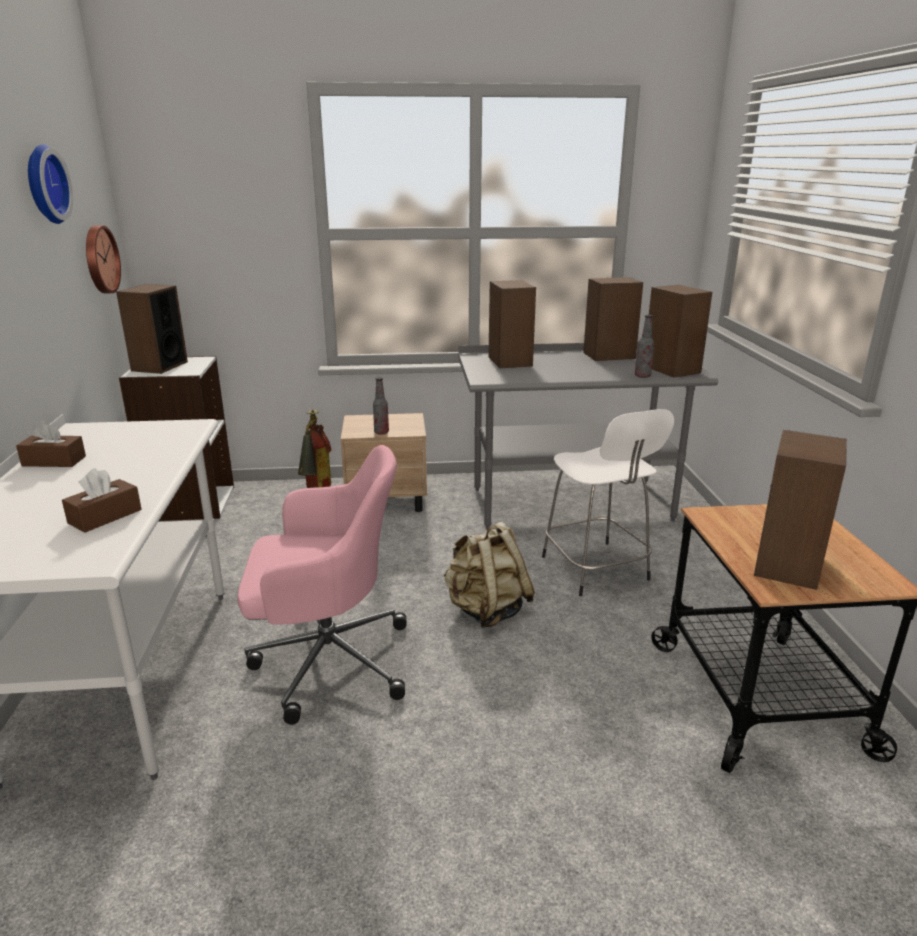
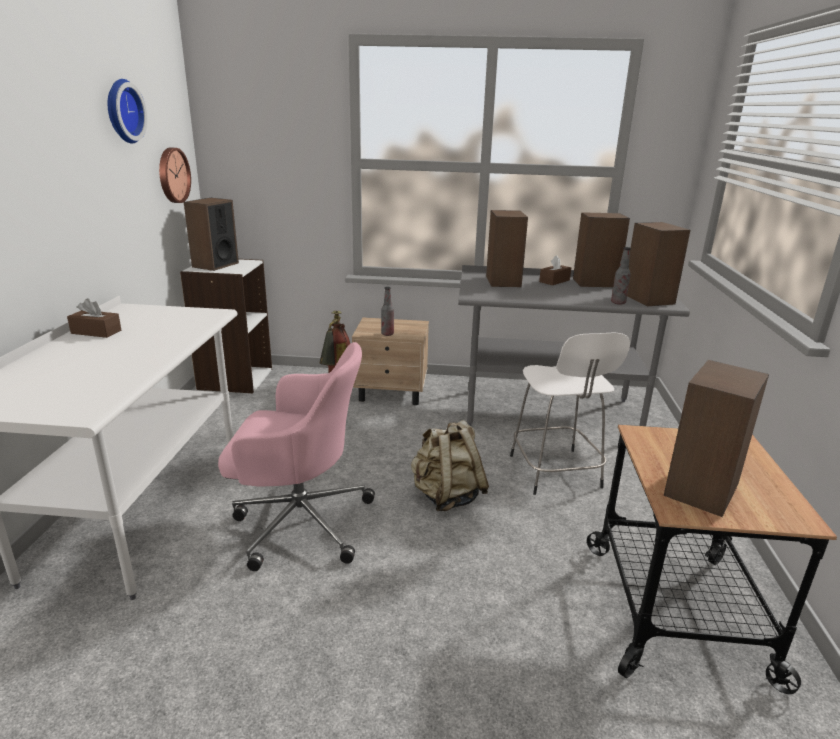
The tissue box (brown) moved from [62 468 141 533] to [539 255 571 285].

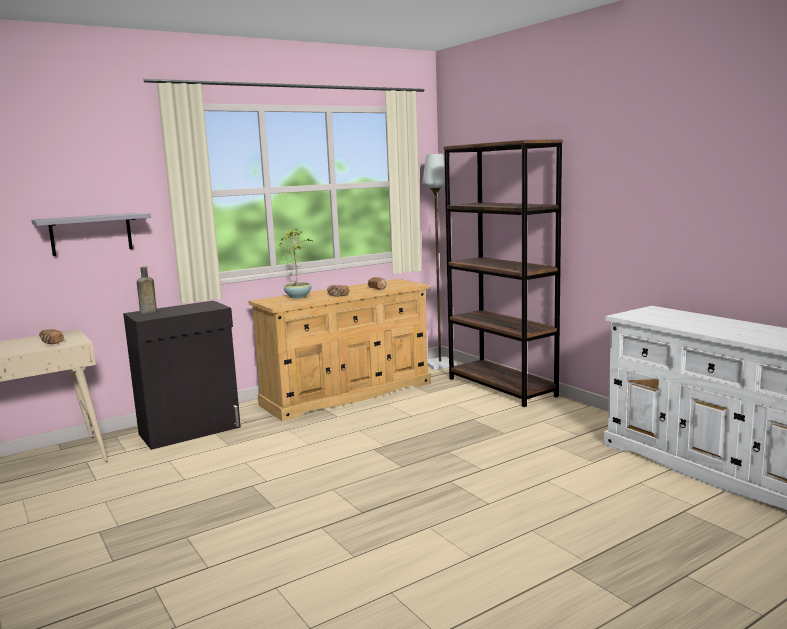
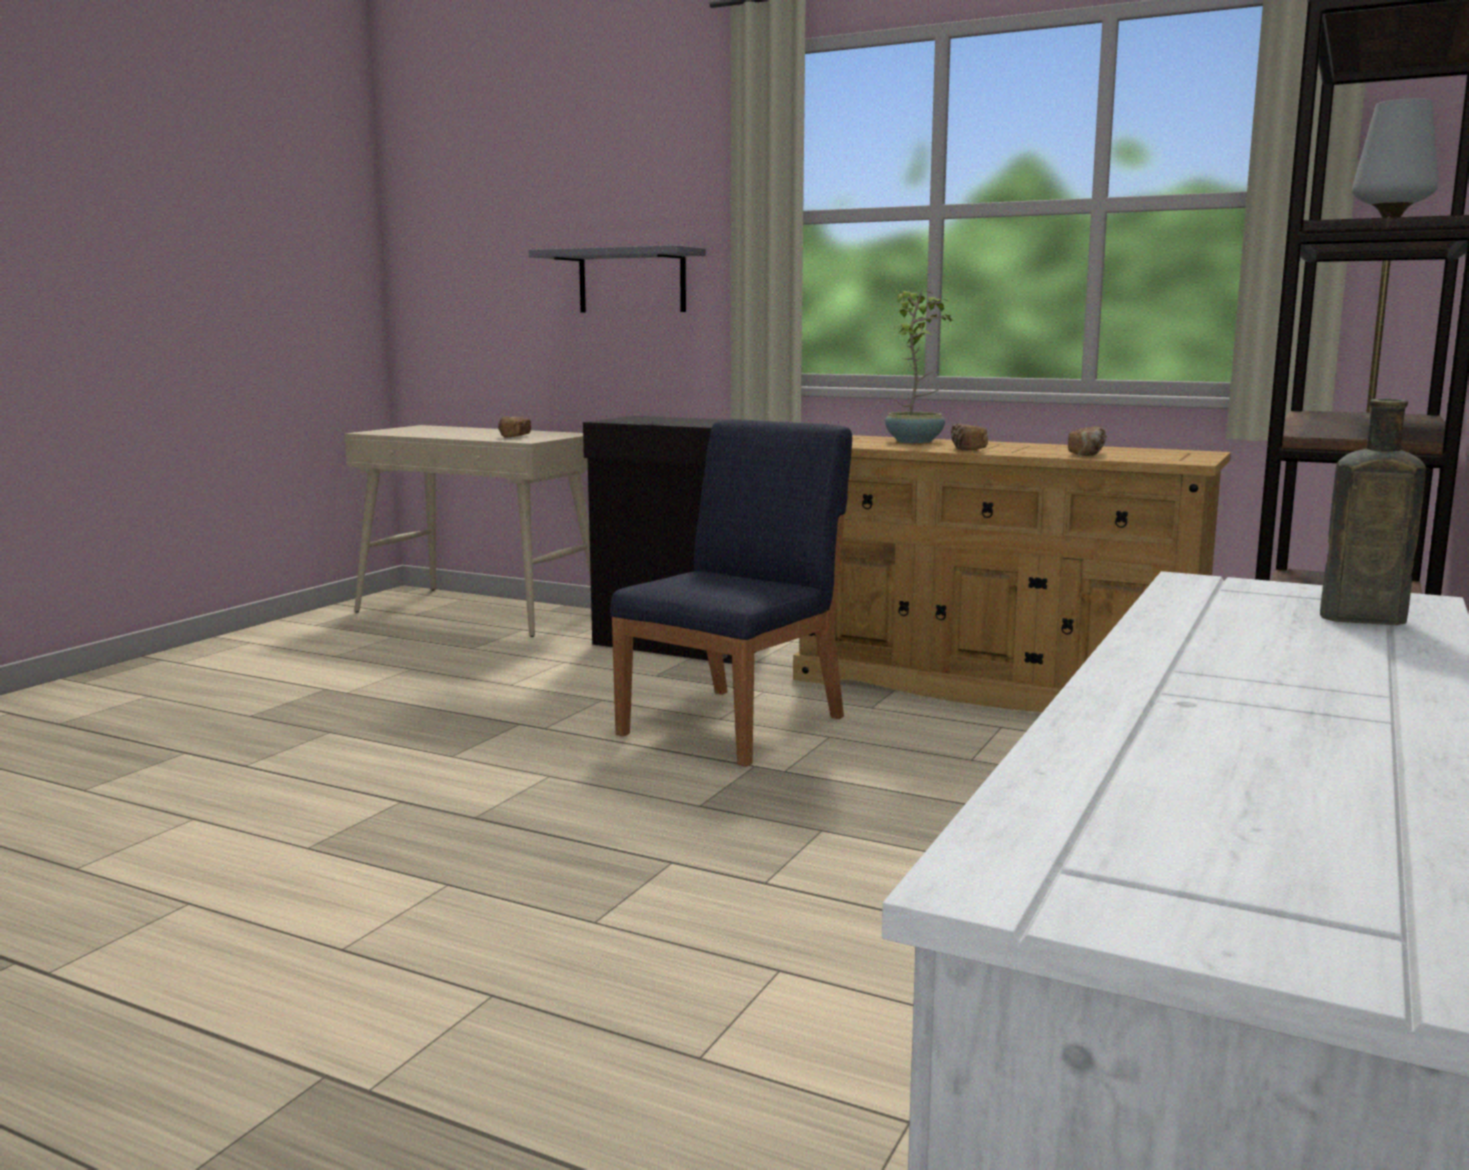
The chair (blue) at [610 419 852 767] appeared. The bottle (brown) moved from [137 267 157 314] to [1320 399 1426 625].

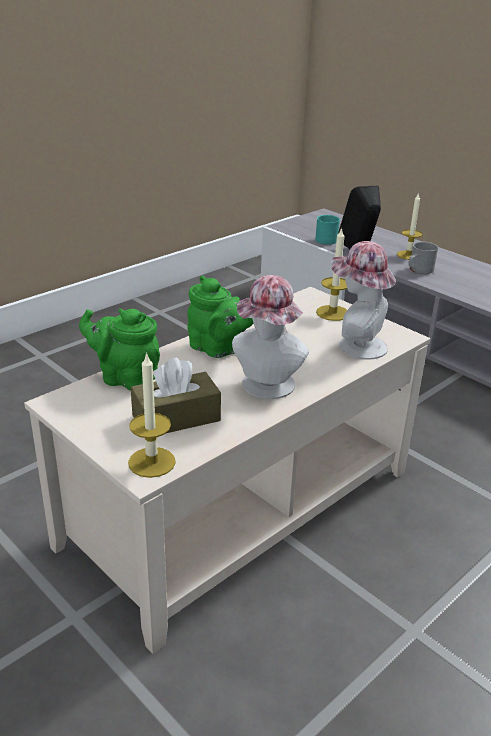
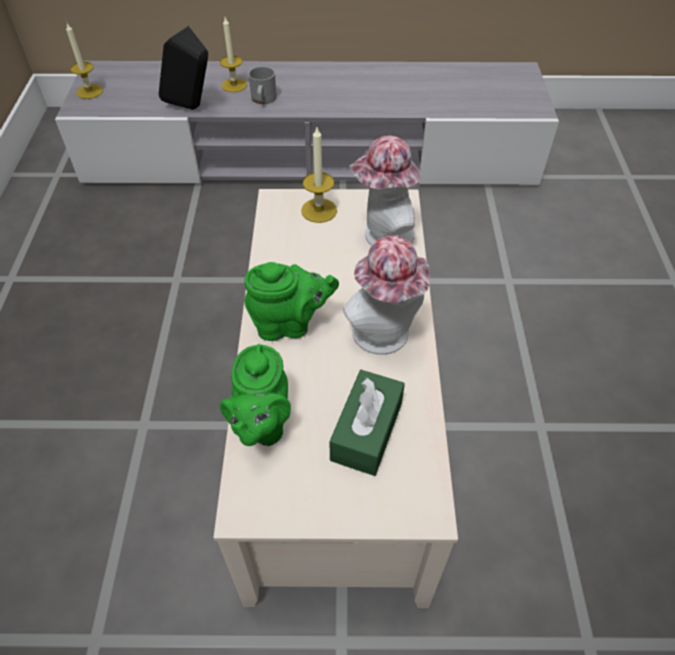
The candle moved from [128 352 176 478] to [66 23 103 99]. The teapot (green) at [79 308 160 391] turned 60 degrees counterclockwise. The tissue box (brown) at [131 357 221 434] became the tissue box (green) at [329 370 405 476]. The mug (turquoise) at [315 215 340 245] disappeared.

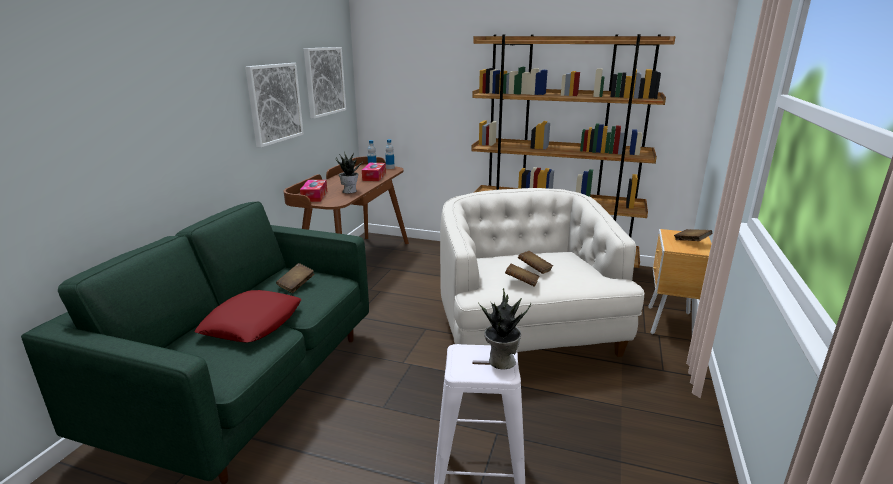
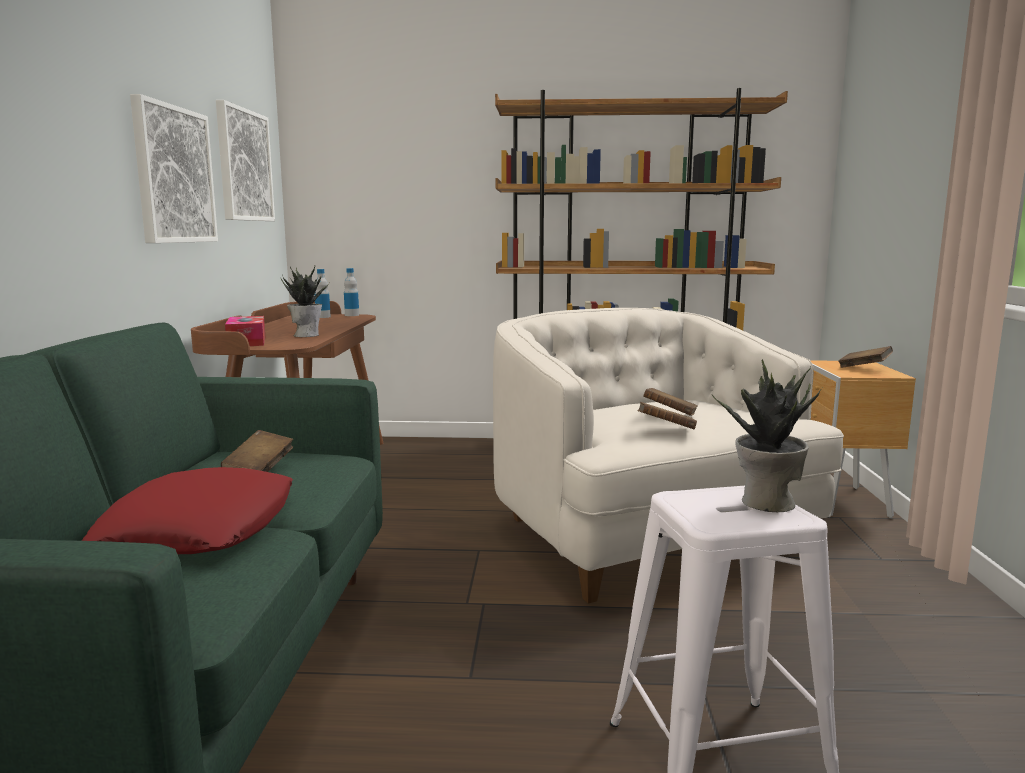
The tissue box at [362 163 386 181] disappeared.

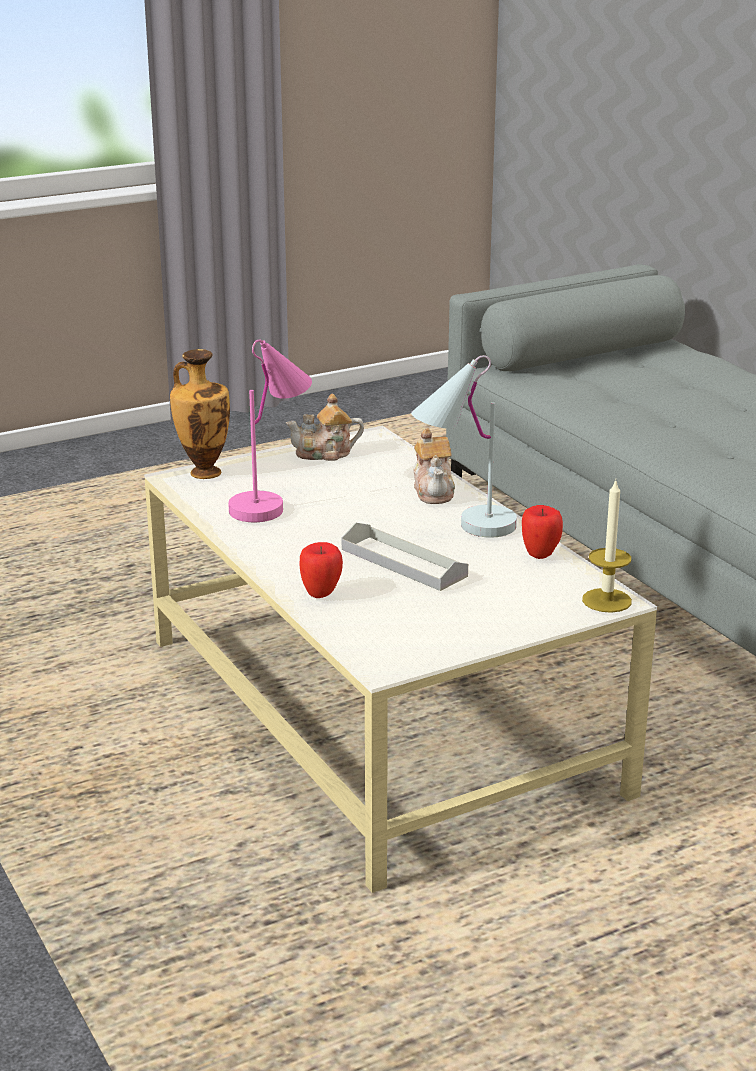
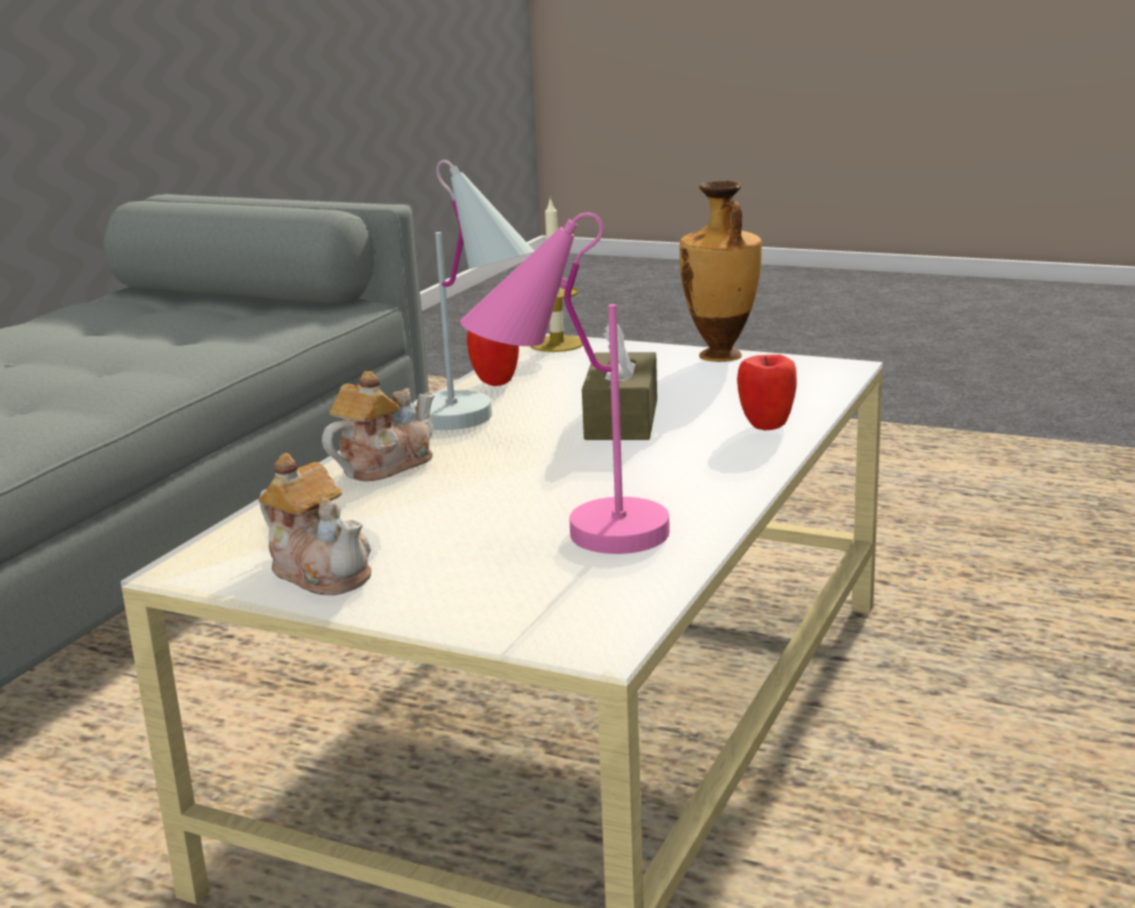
The tray (grey) at [342 523 468 591] was replaced by the tissue box (brown) at [582 324 657 440]. The vase moved from [170 349 230 479] to [680 181 762 362].

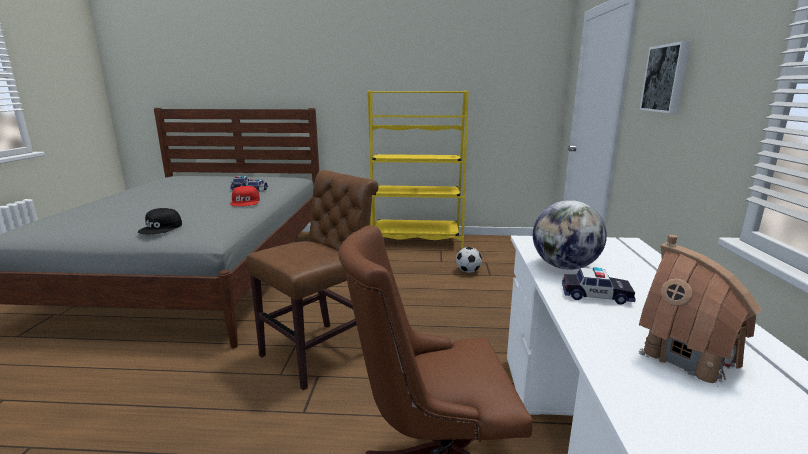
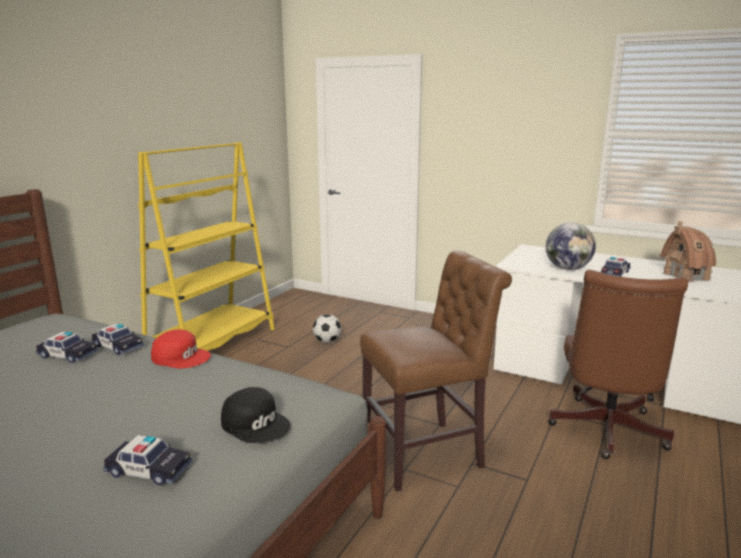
The toy car at [103 435 192 486] appeared. The chair (brown) at [246 170 379 390] turned 90 degrees clockwise. The picture at [639 41 691 113] disappeared.

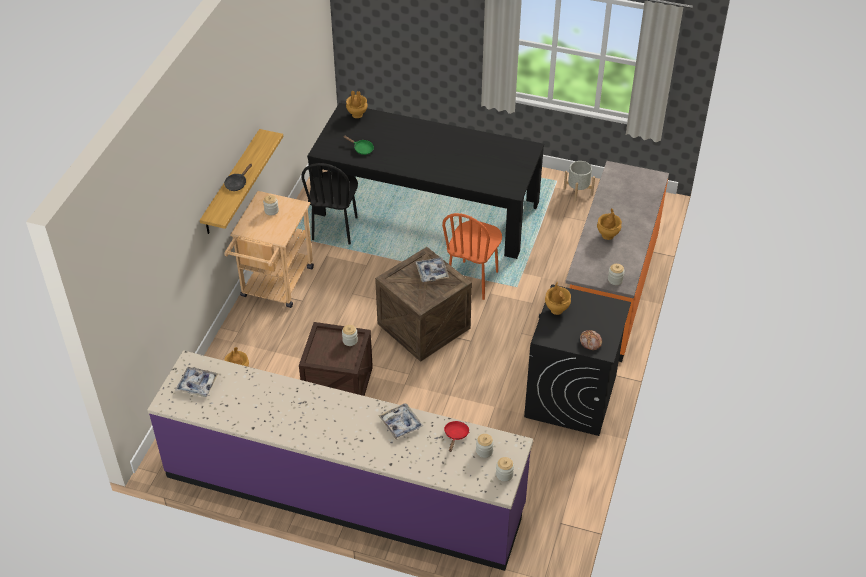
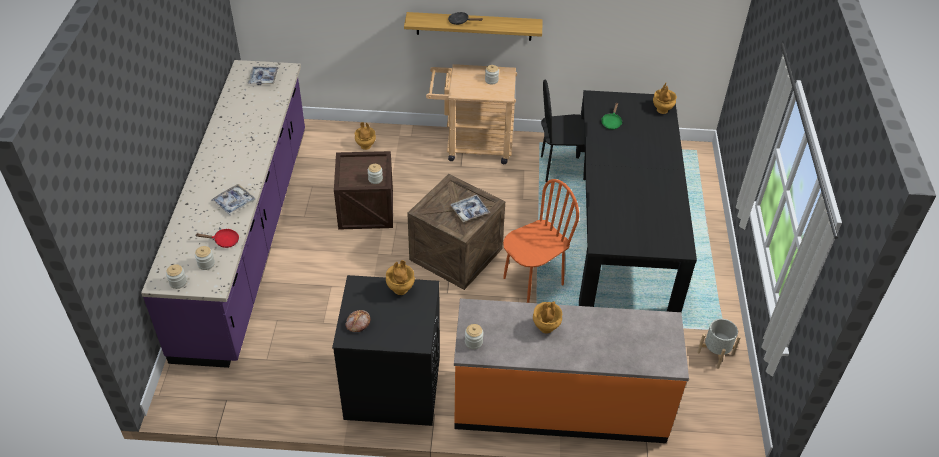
The chair (orange) at [442 213 502 300] turned 135 degrees clockwise.

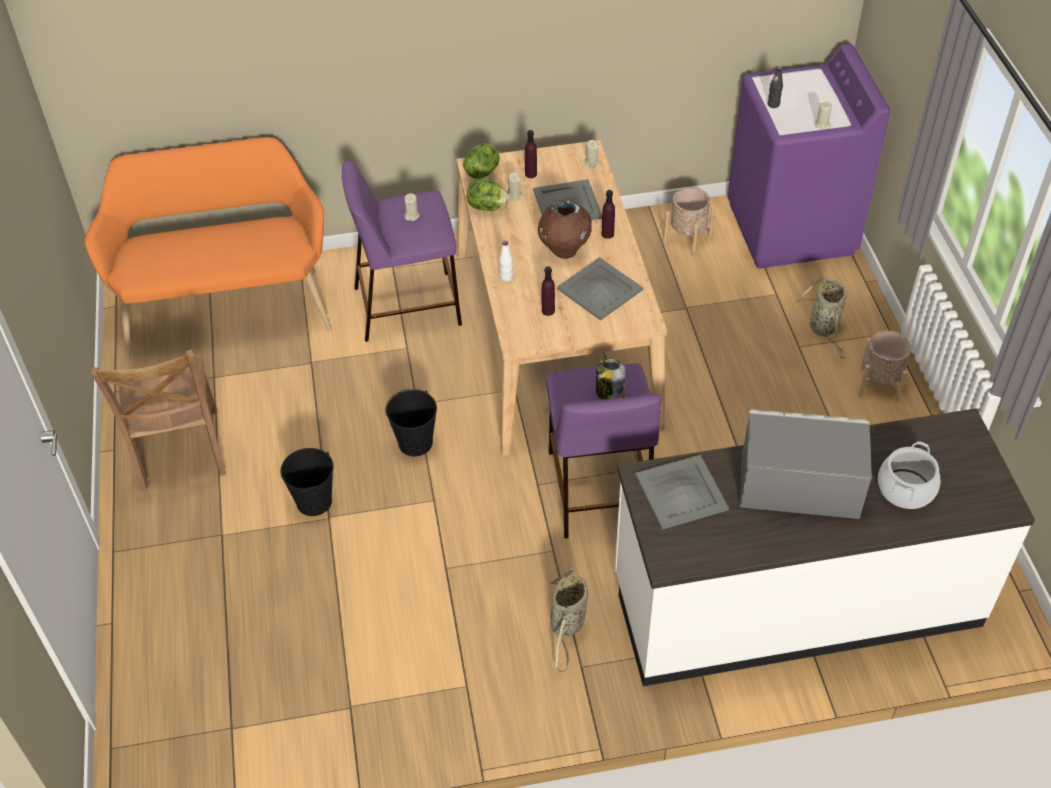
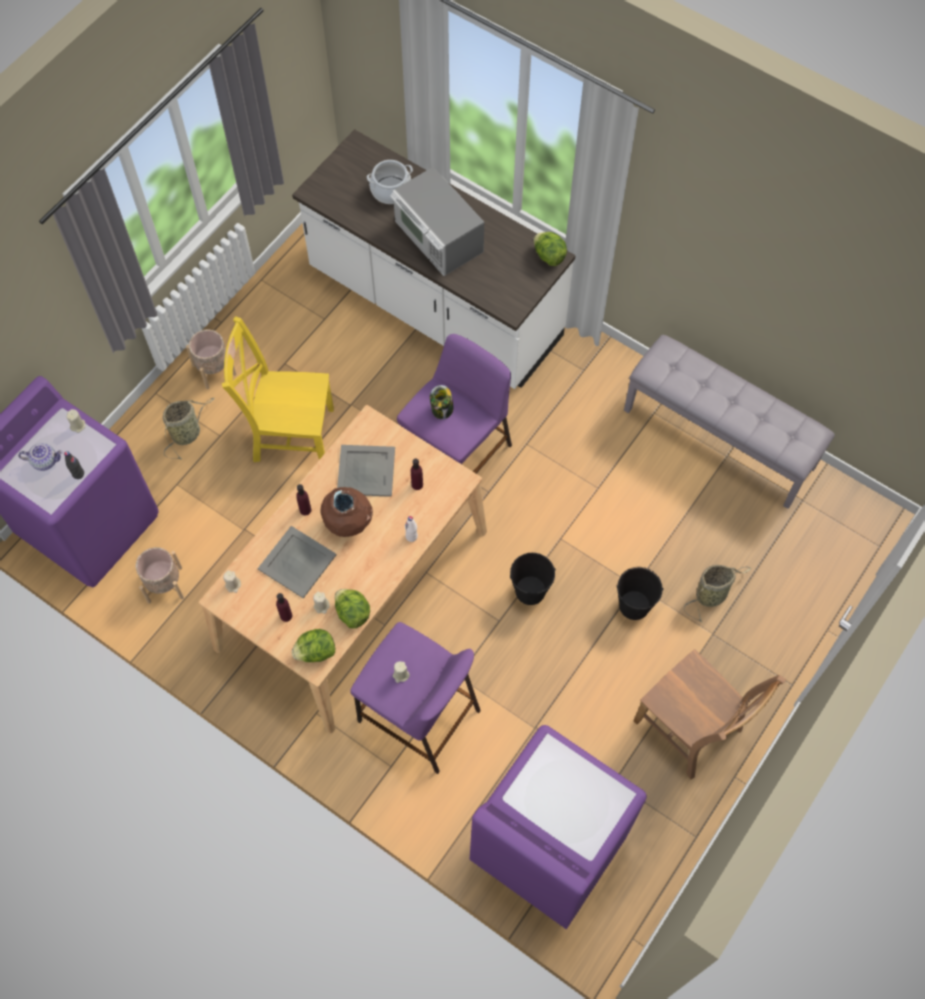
The teapot at [18 443 63 471] appeared. The chair (yellow) at [222 316 334 462] appeared. The bench (orange) at [85 137 332 360] was replaced by the washing machine (purple) at [469 725 647 930]. The lettuce at [534 232 567 266] appeared. The bench (grey) at [624 335 835 509] appeared. The chair (brown) at [90 350 226 491] turned 105 degrees clockwise. The basket moved from [549 567 588 672] to [684 565 751 622]. The tray (grey) at [635 455 729 530] disappeared.

